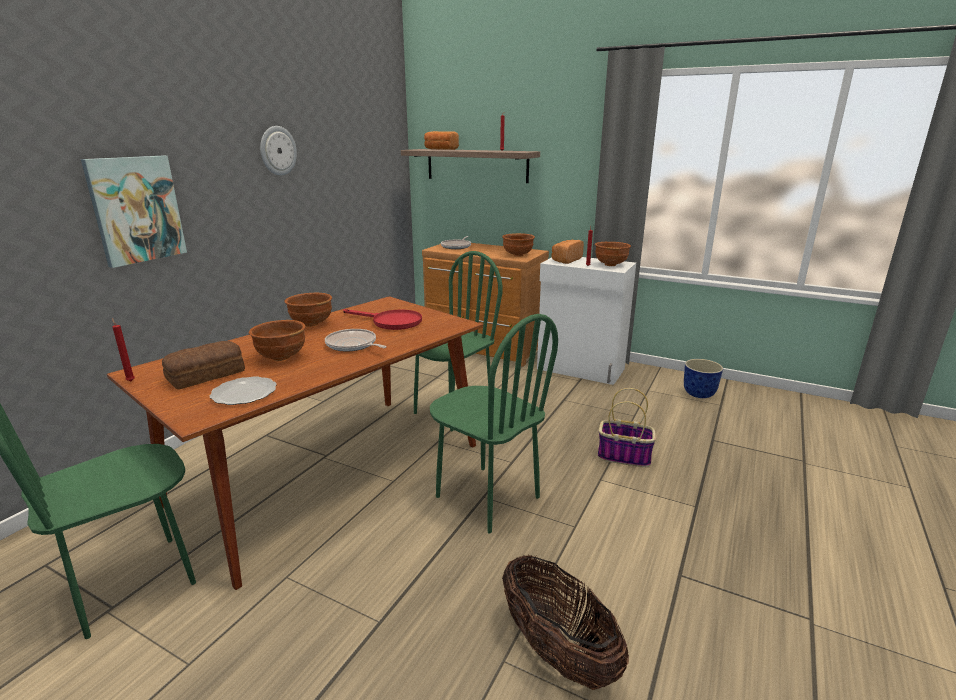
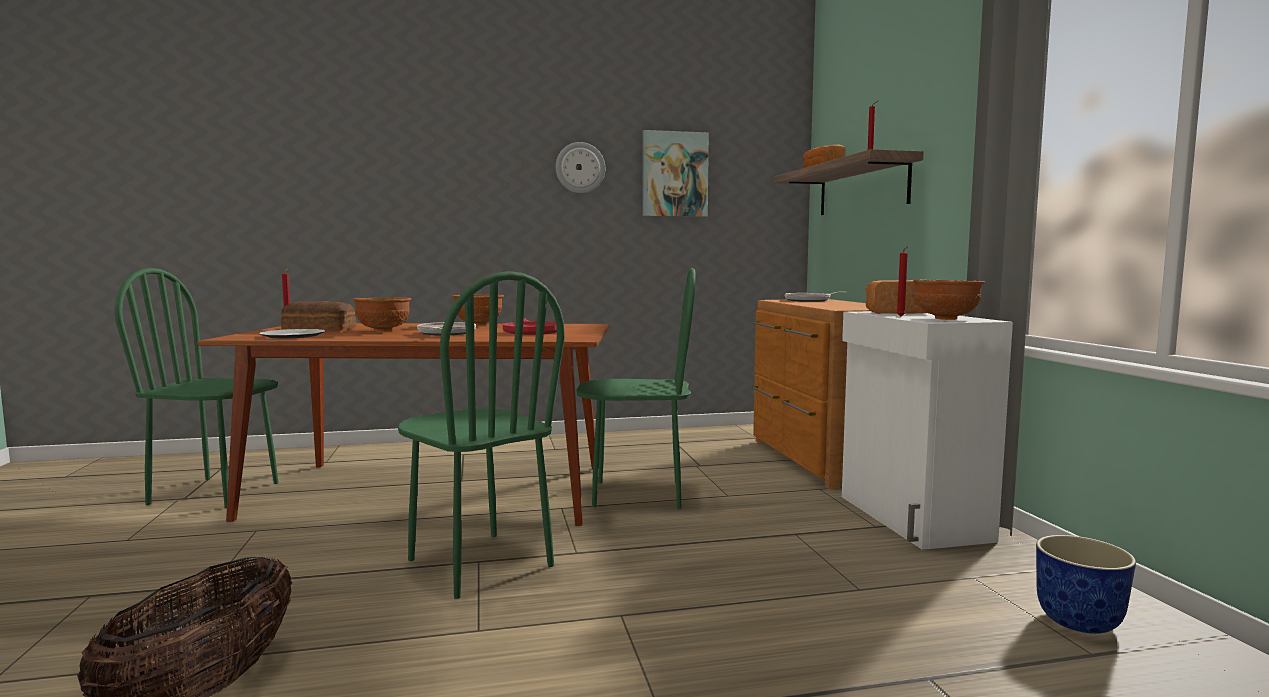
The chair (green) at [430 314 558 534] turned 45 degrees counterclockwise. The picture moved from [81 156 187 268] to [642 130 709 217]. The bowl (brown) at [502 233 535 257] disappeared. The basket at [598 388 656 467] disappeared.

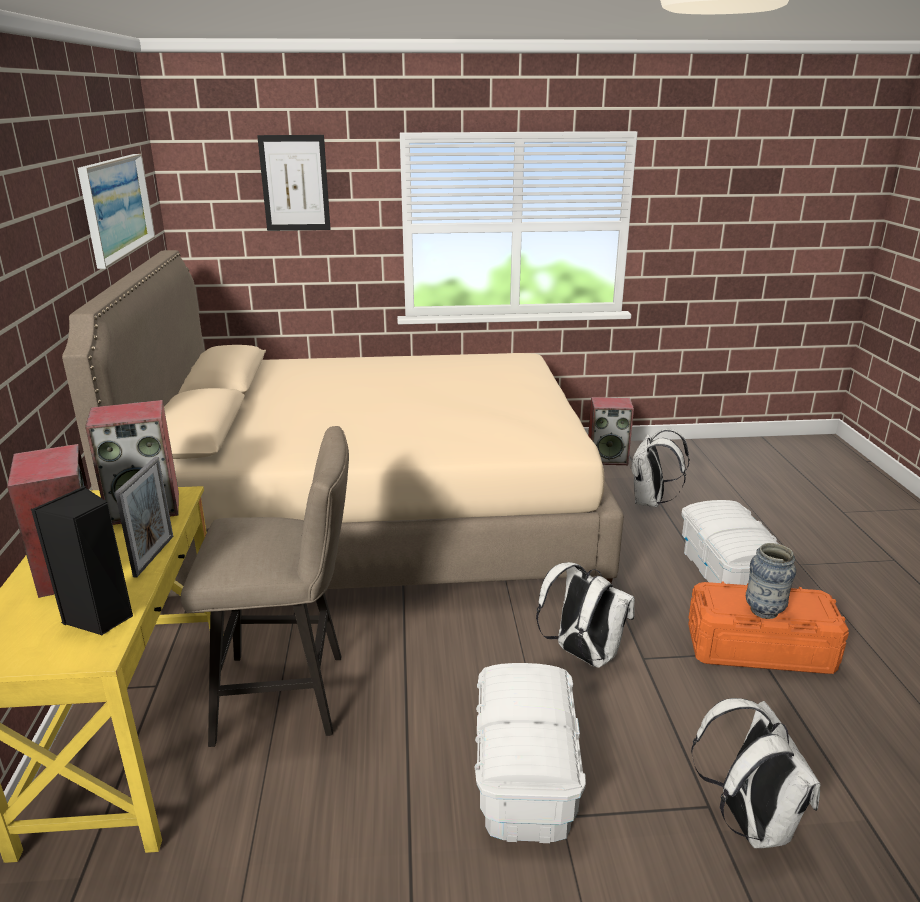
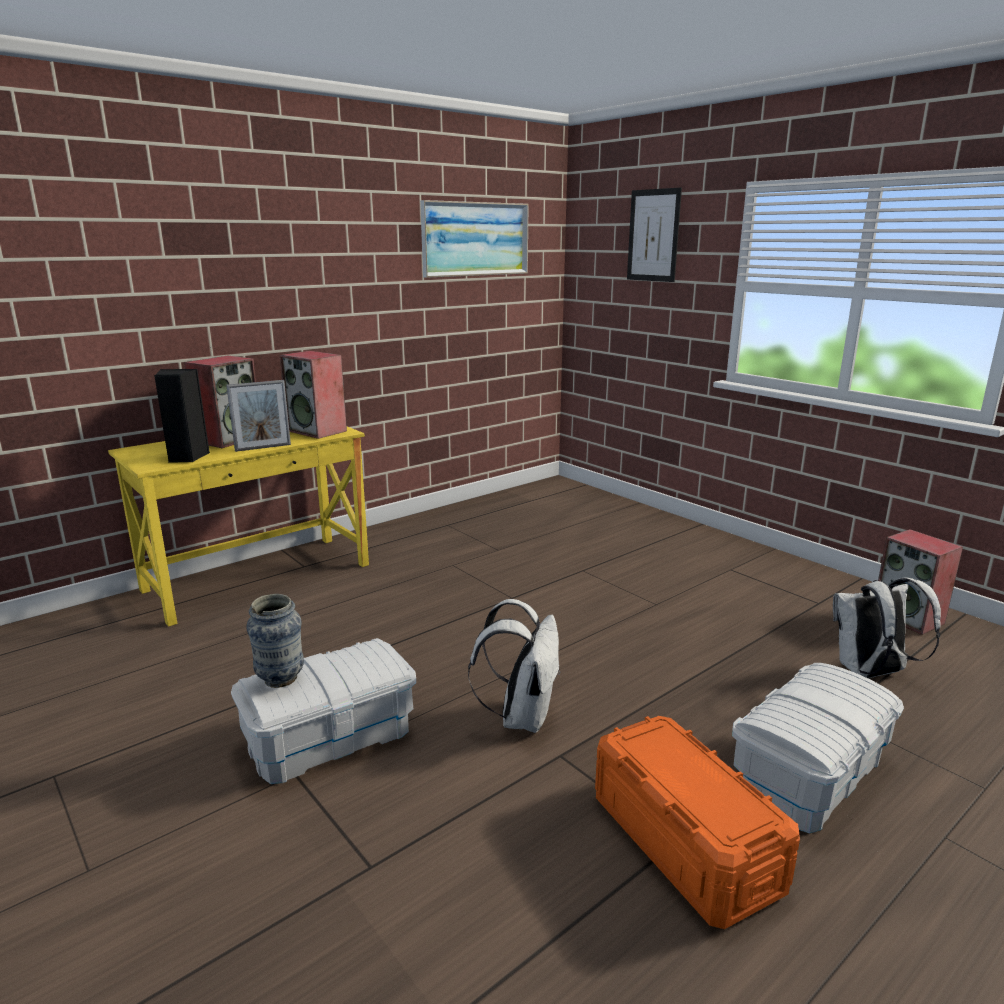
The vase moved from [746 543 796 619] to [246 594 304 688]. The bed (beige) at [62 250 624 597] disappeared. The stool (beige) at [181 426 349 747] disappeared. The backpack (white) at [691 698 820 848] disappeared.

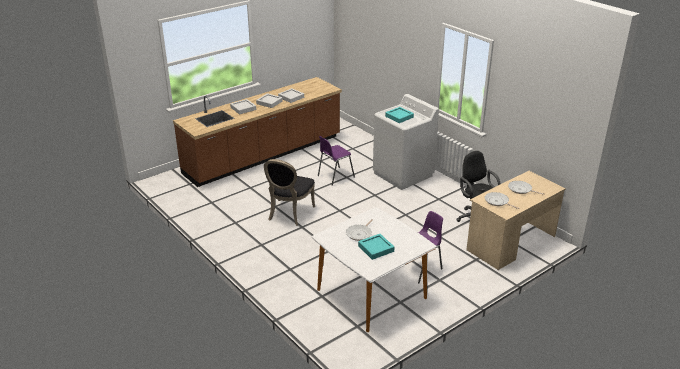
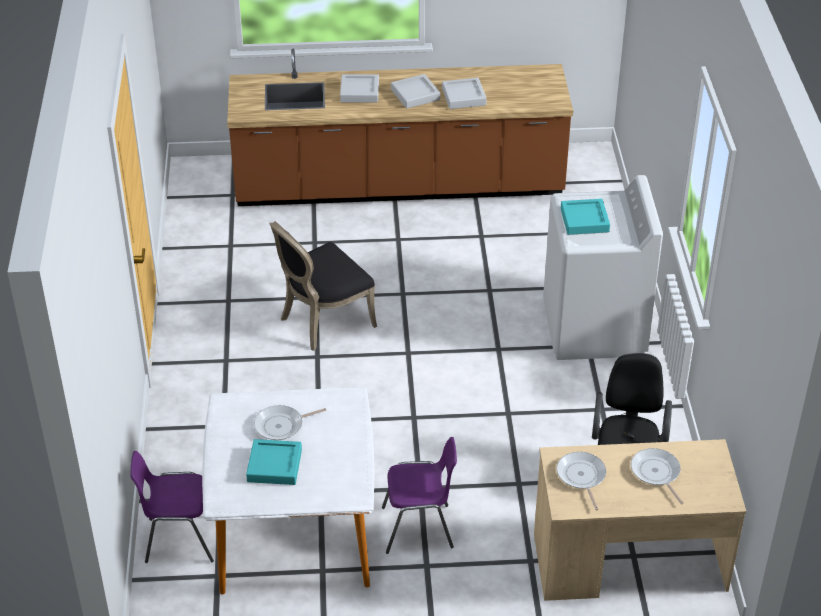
The chair (purple) moved from [318 136 355 186] to [130 451 214 563].

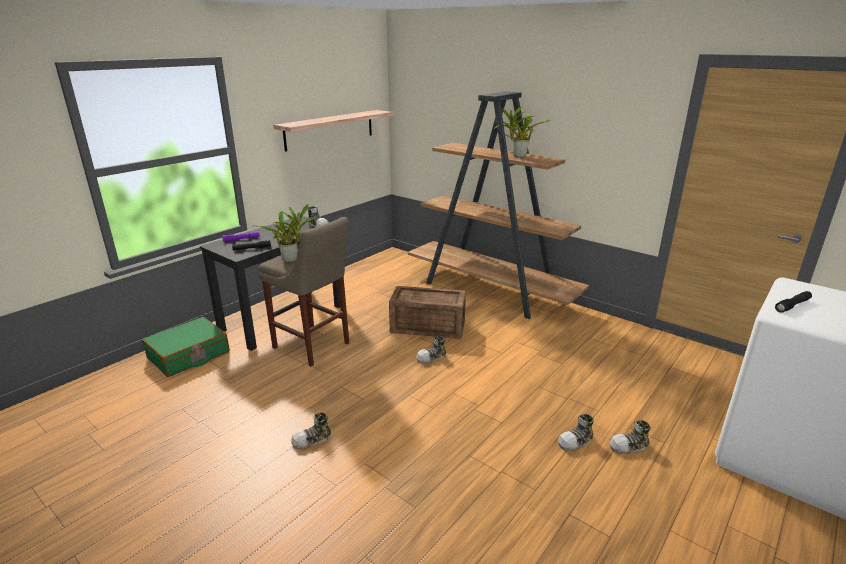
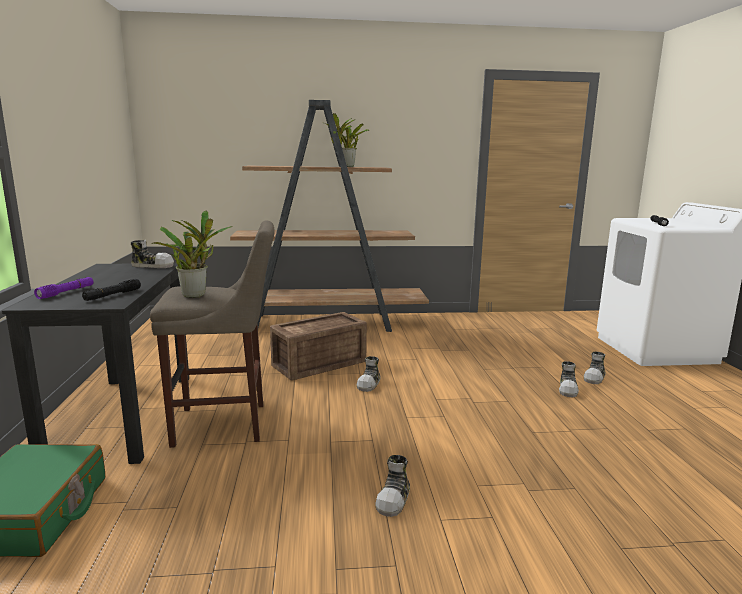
The shelf at [273 110 393 152] disappeared.

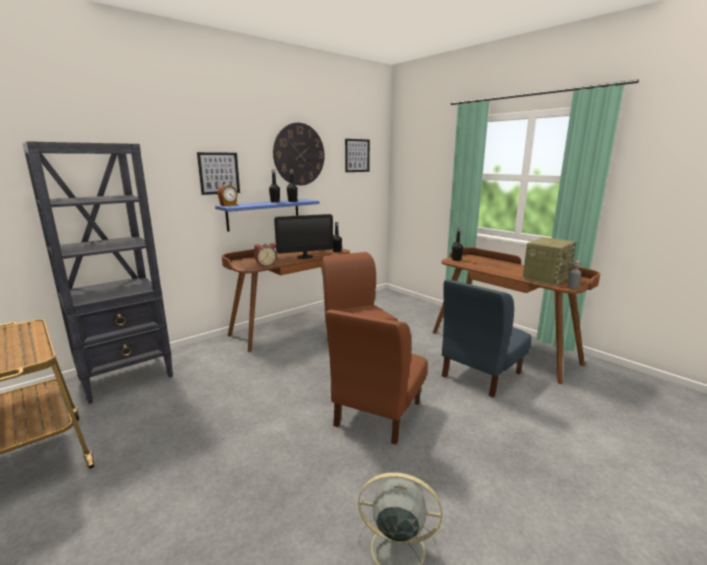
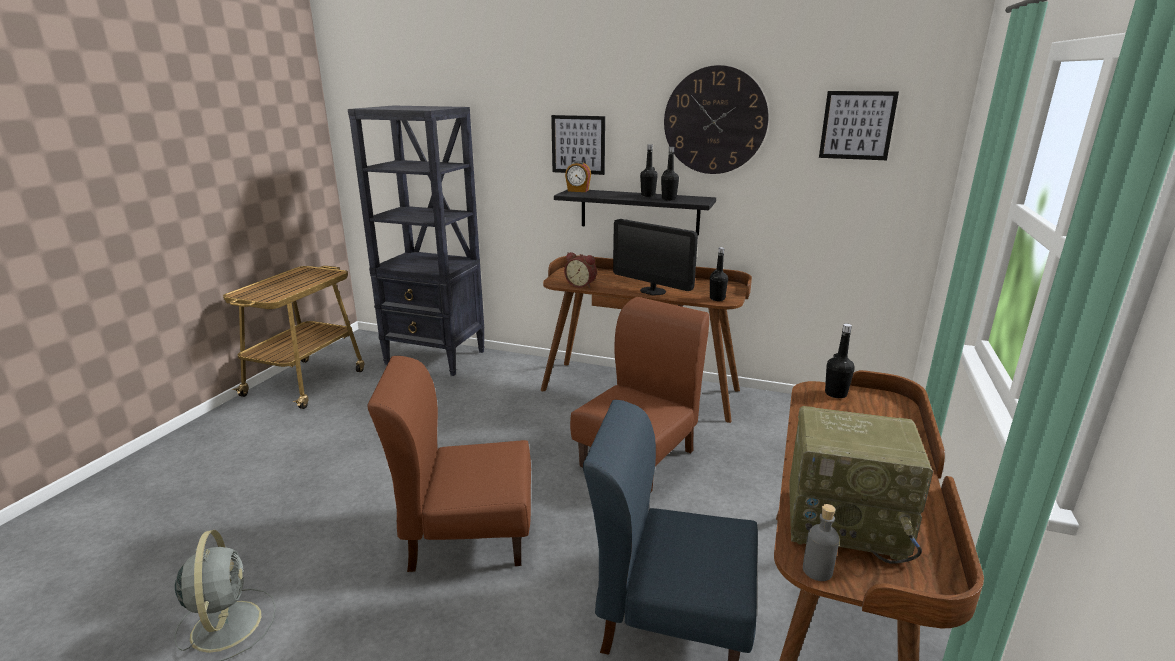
The shelf (blue) at [215 199 319 232] became the shelf (black) at [554 189 716 236].

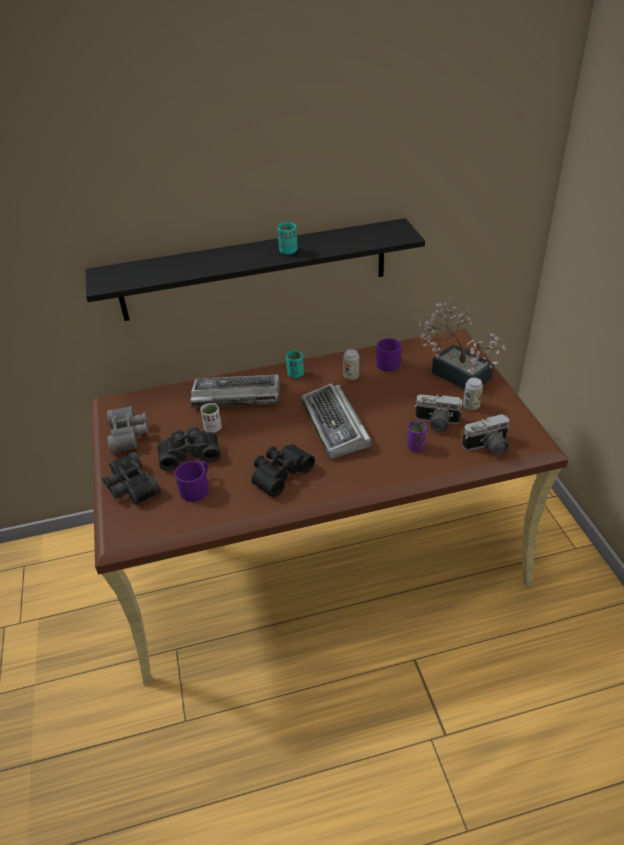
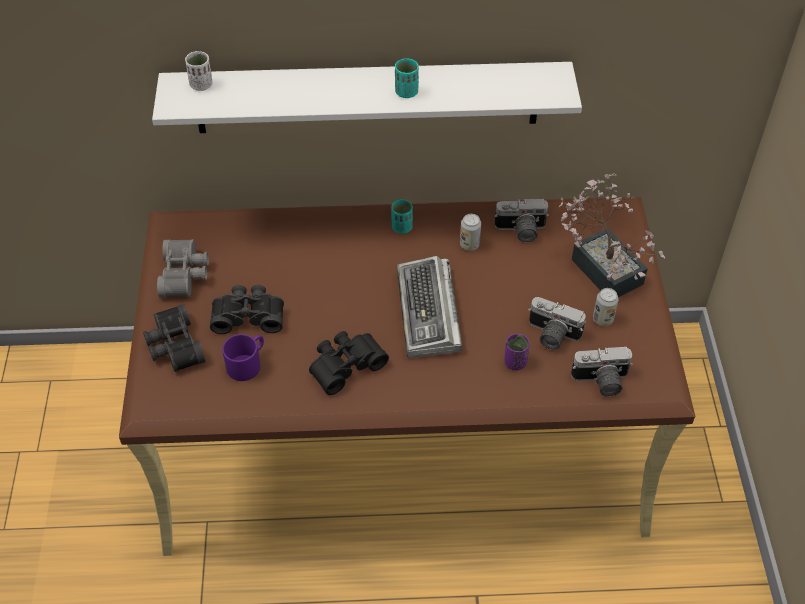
The shelf (black) at [85 218 425 321] became the shelf (white) at [152 62 582 133]. The cup (white) moved from [200 403 222 433] to [185 51 213 91]. The mug (purple) at [376 338 401 371] was replaced by the photo camera at [495 199 549 243]. The keyboard at [190 374 280 408] disappeared.

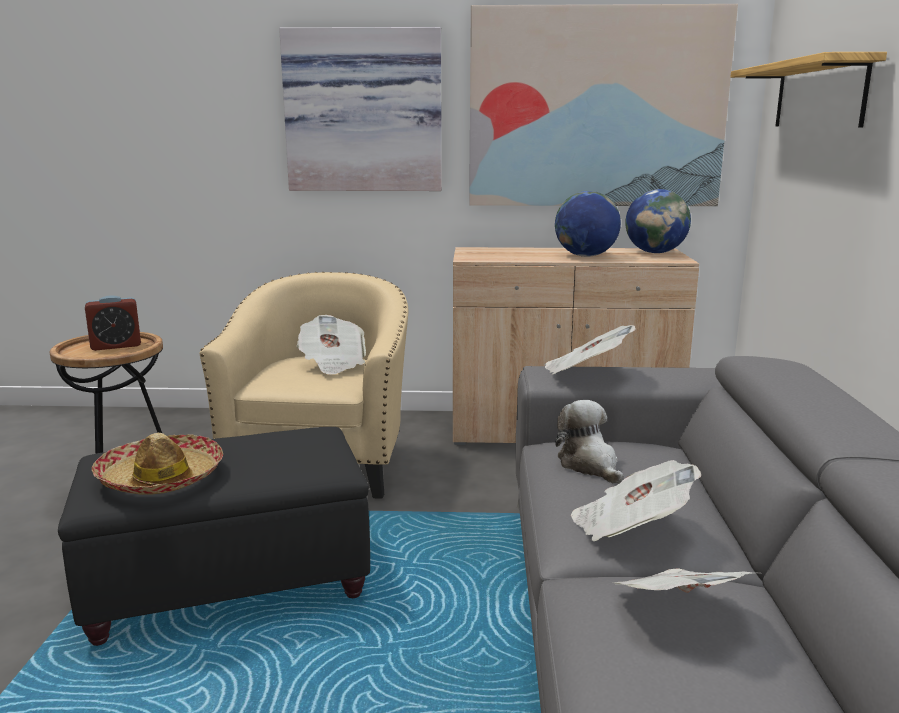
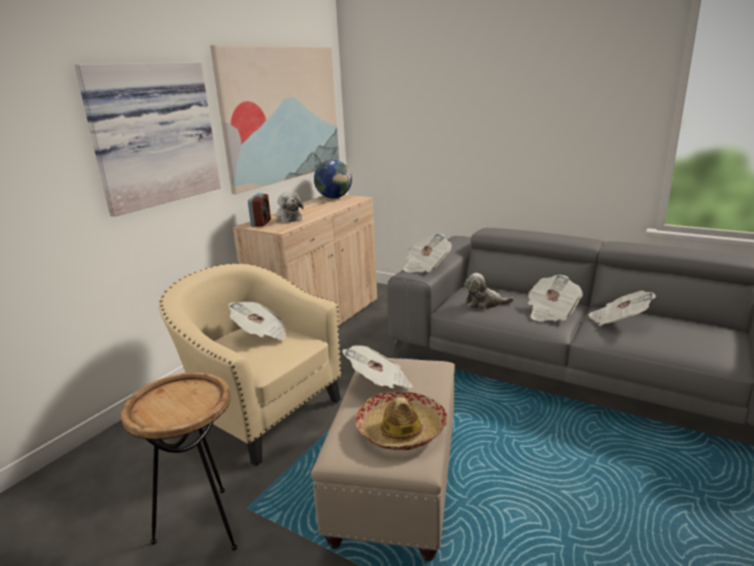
The alarm clock moved from [85 295 141 351] to [248 193 271 227]. The plush toy at [276 191 303 223] appeared. The ottoman (black) at [58 427 370 646] became the ottoman (beige) at [311 358 455 561]. The newspaper at [342 345 413 388] appeared. The globe at [555 191 621 257] disappeared. The shelf at [730 52 887 127] disappeared.

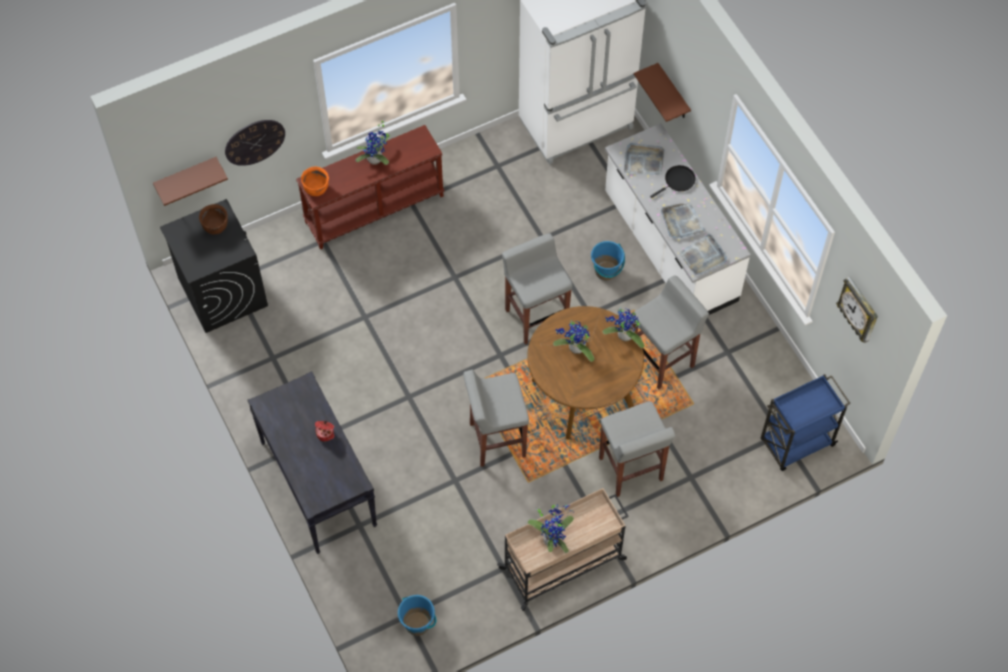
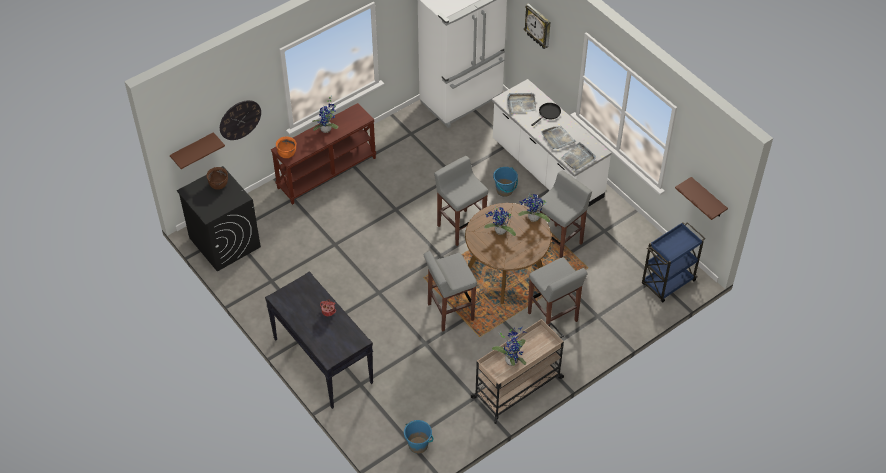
The wall clock moved from [836 276 878 343] to [524 3 550 49]. The shelf (brown) moved from [634 63 691 122] to [675 177 728 220].

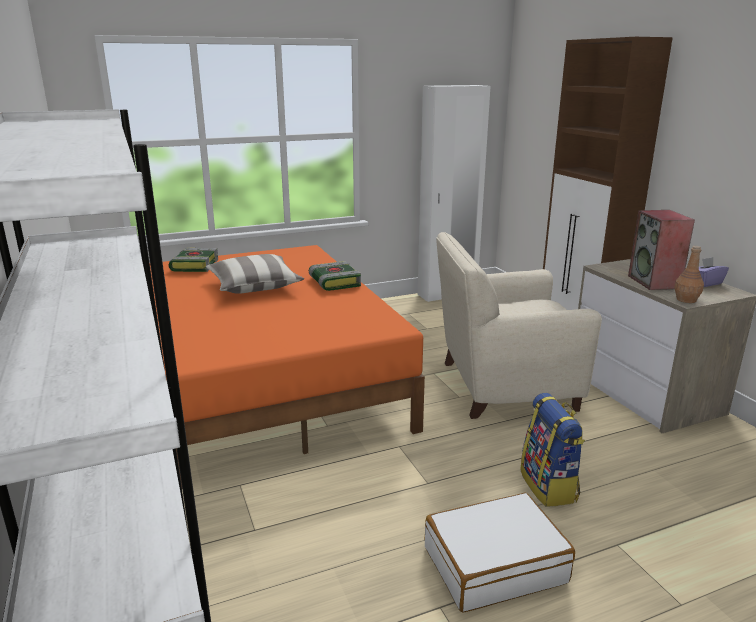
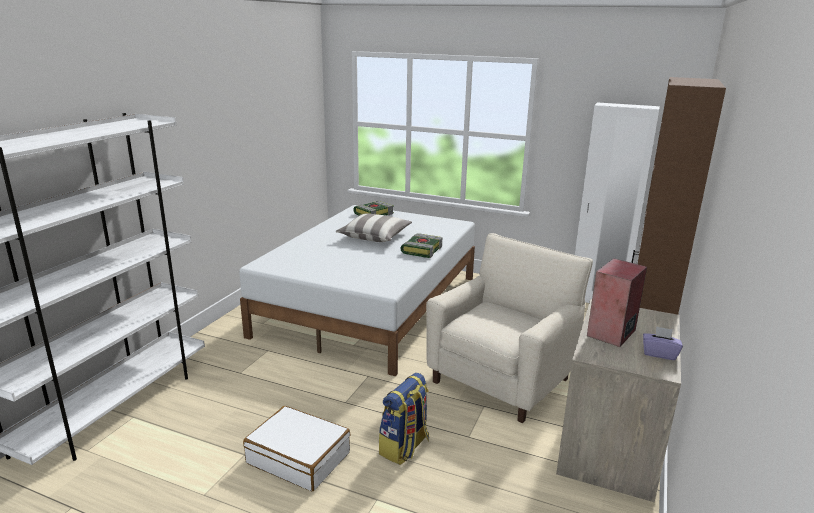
The bed (orange) at [150 245 425 486] became the bed (white) at [239 205 475 376]. The armchair (beige) at [436 232 602 419] turned 90 degrees clockwise. The bottle (brown) at [674 246 704 303] disappeared.

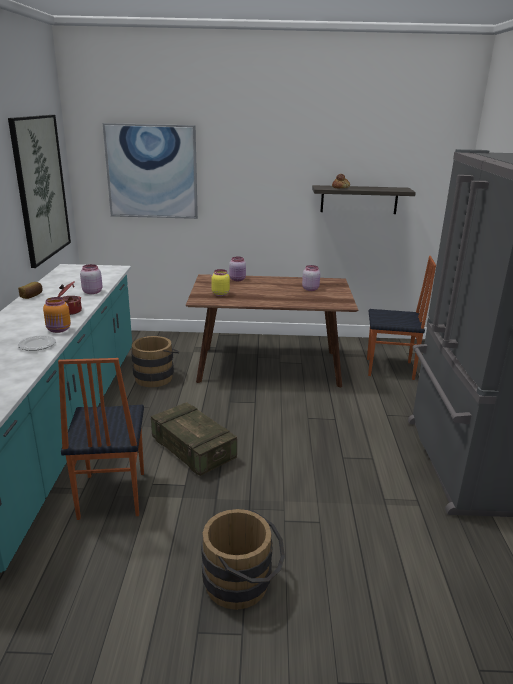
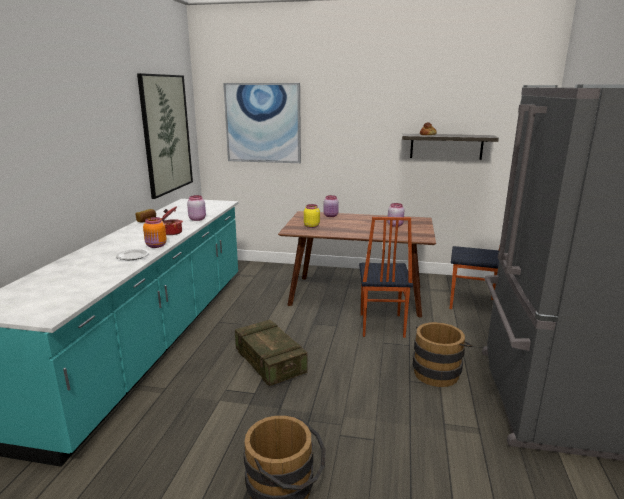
The chair moved from [58 358 144 520] to [359 217 413 338]. The bucket (brown) moved from [131 336 180 387] to [413 322 473 387].

